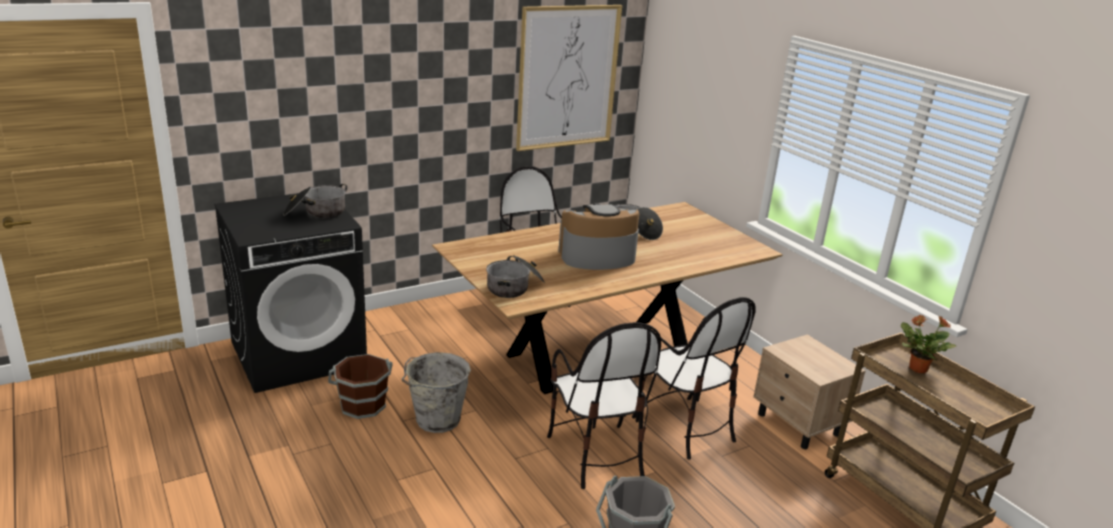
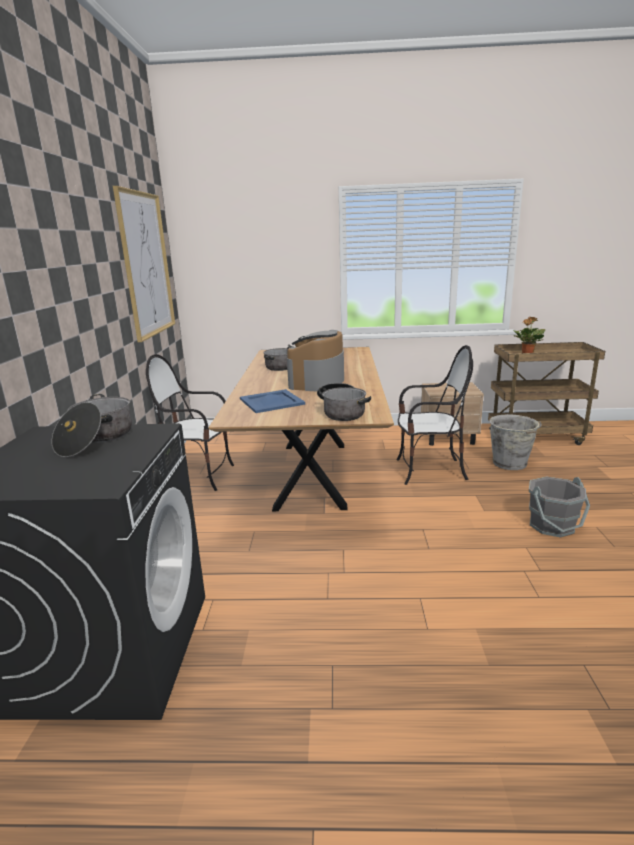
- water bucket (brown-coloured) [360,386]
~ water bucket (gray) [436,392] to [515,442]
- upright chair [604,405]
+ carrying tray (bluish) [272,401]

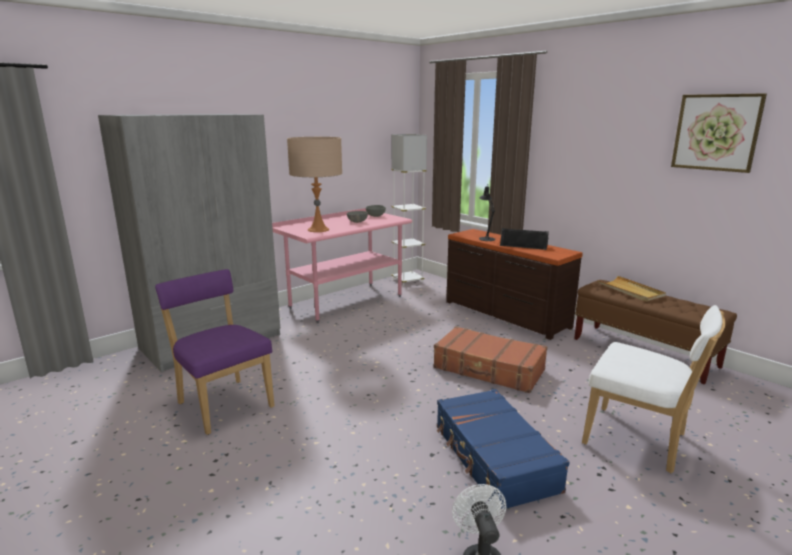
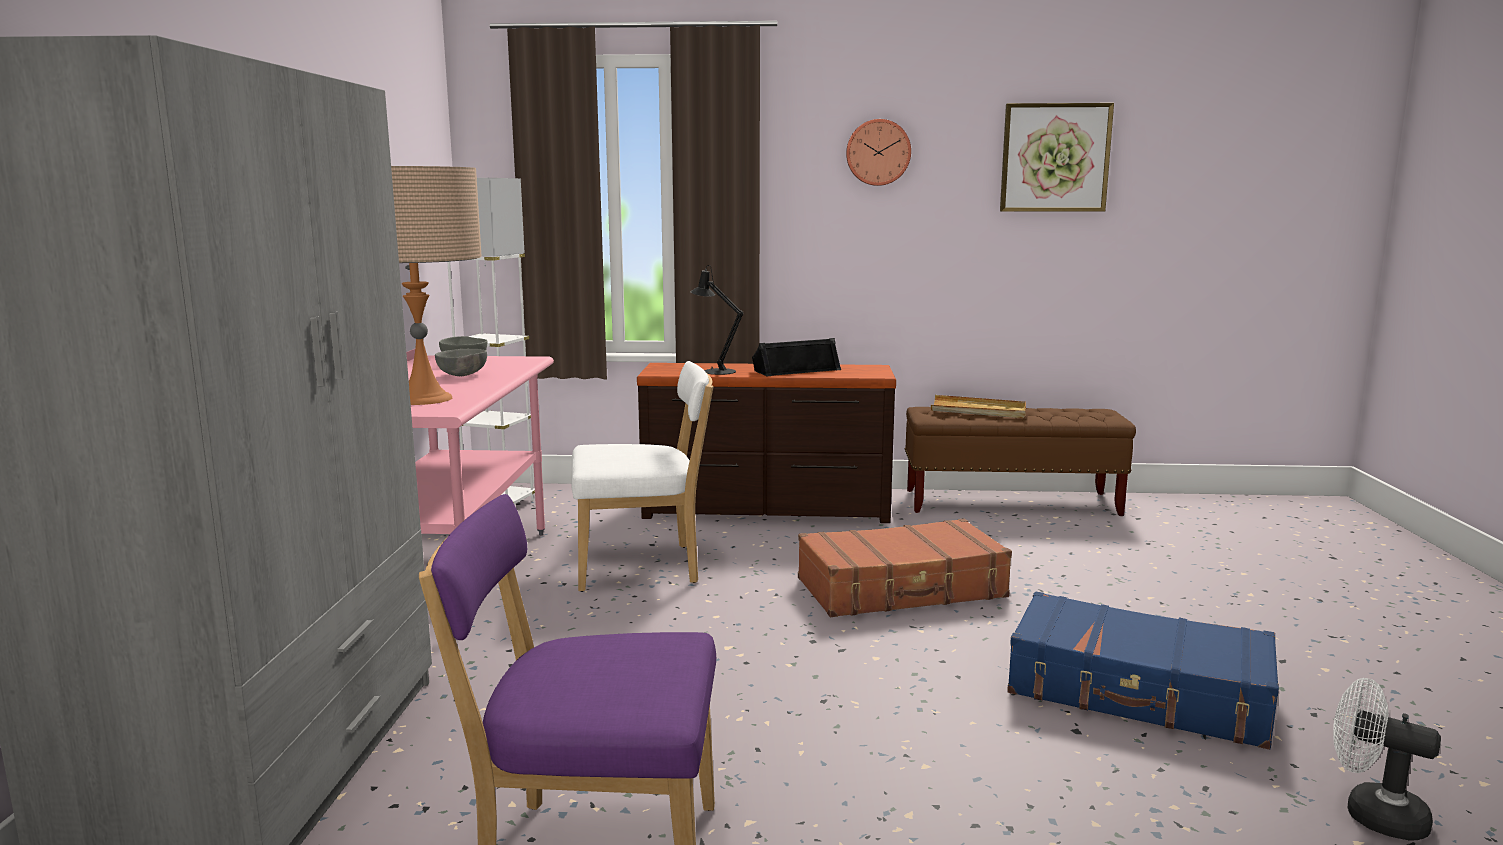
~ upright chair (white) [653,389] to [642,476]
+ hanging clock [878,152]

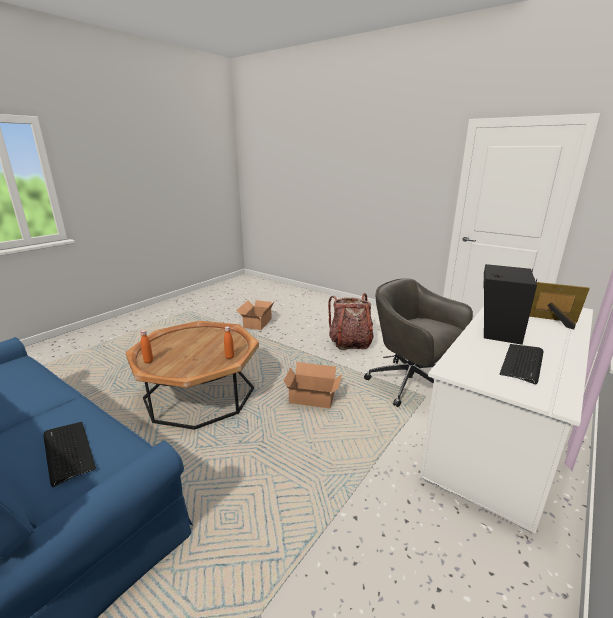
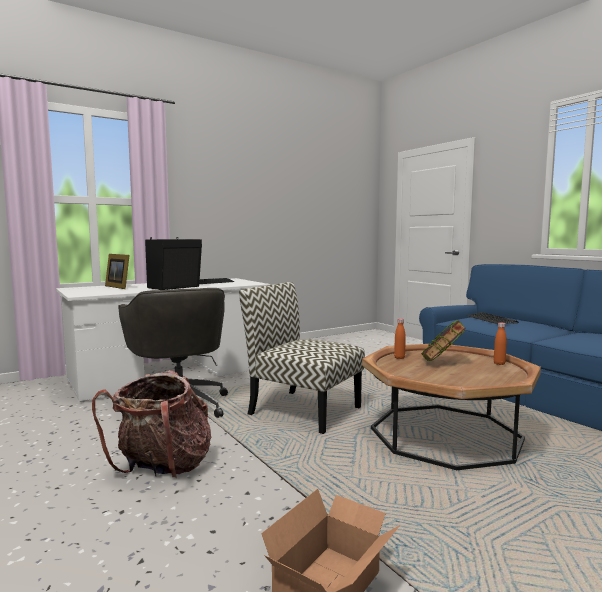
~ cardboard box [313,385] to upright chair [302,358]
+ bound book [443,341]

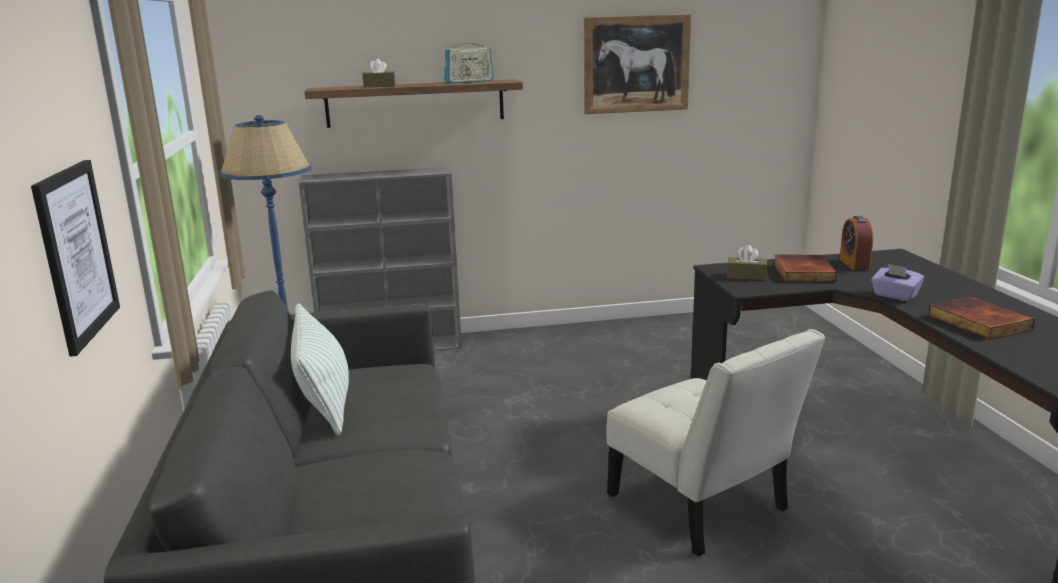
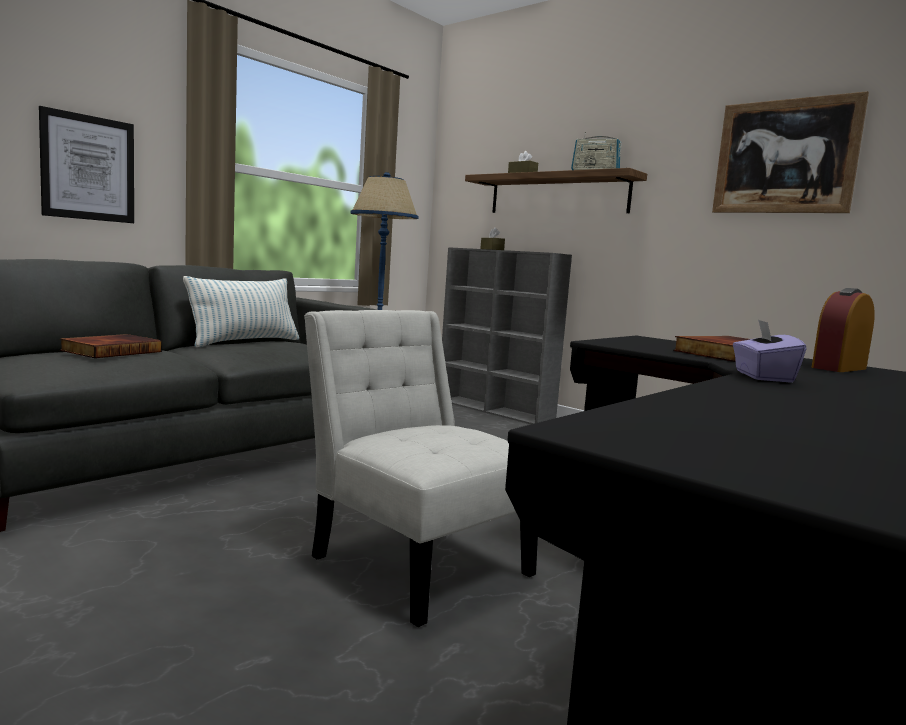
~ upright chair (white) [715,443] = [421,468] 120 degrees clockwise
~ box of tissues (brown-coloured) [747,262] to [492,238]
~ bound book [981,318] to [111,346]

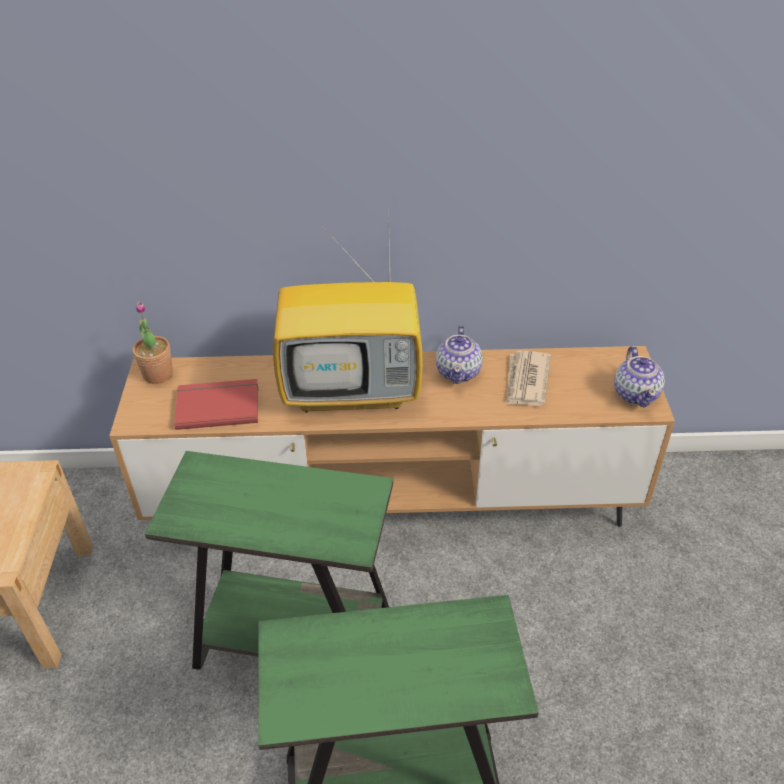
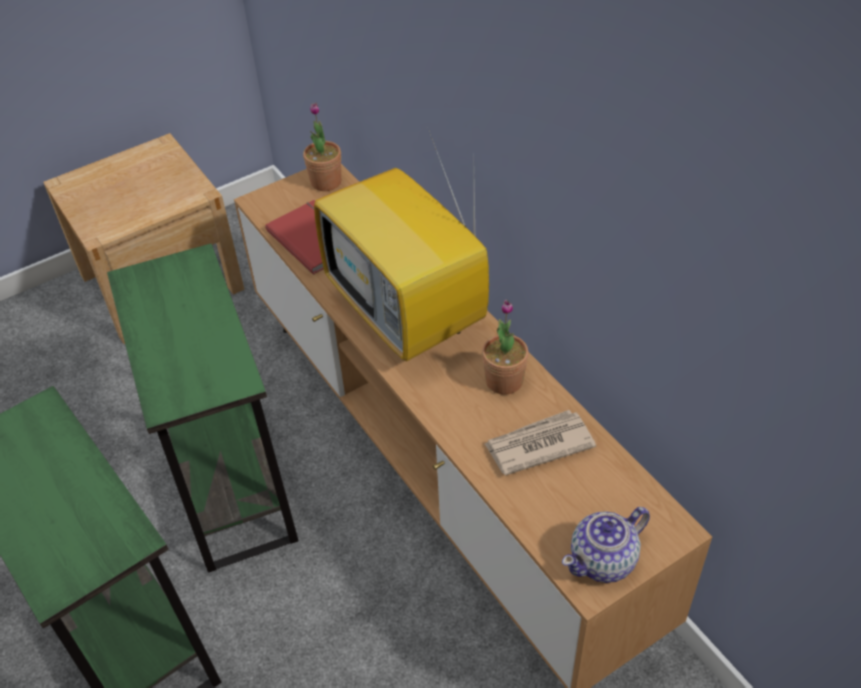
~ teapot [459,354] to houseplant [505,347]

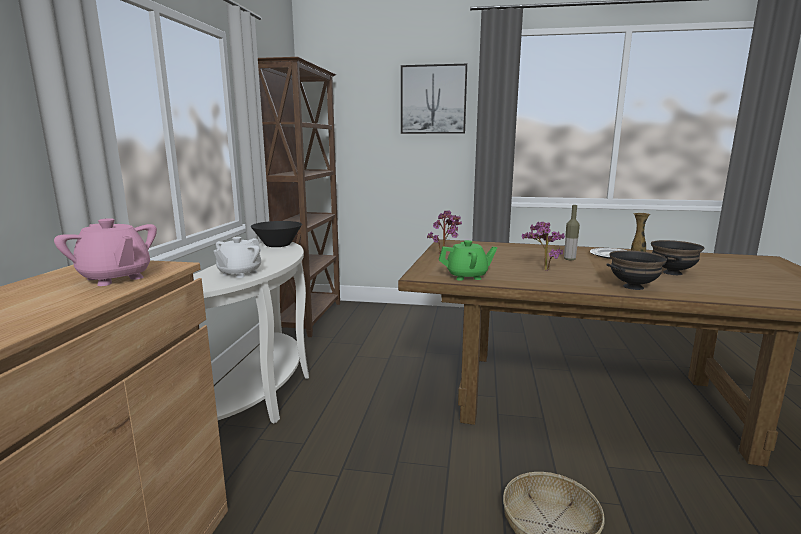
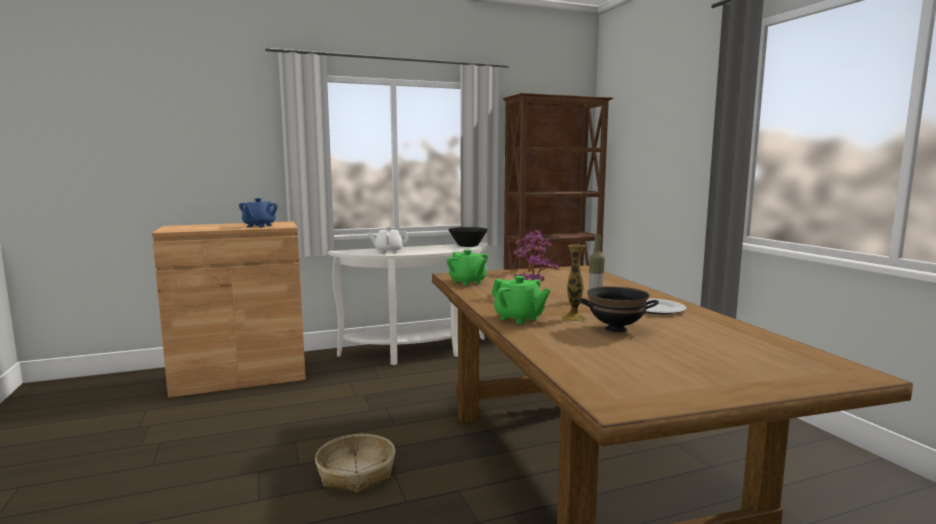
~ teapot (pink) [105,252] to teapot (bluish) [258,212]
- wall art [434,99]
~ serving bowl (black-coloured) [636,270] to teapot (green) [521,300]

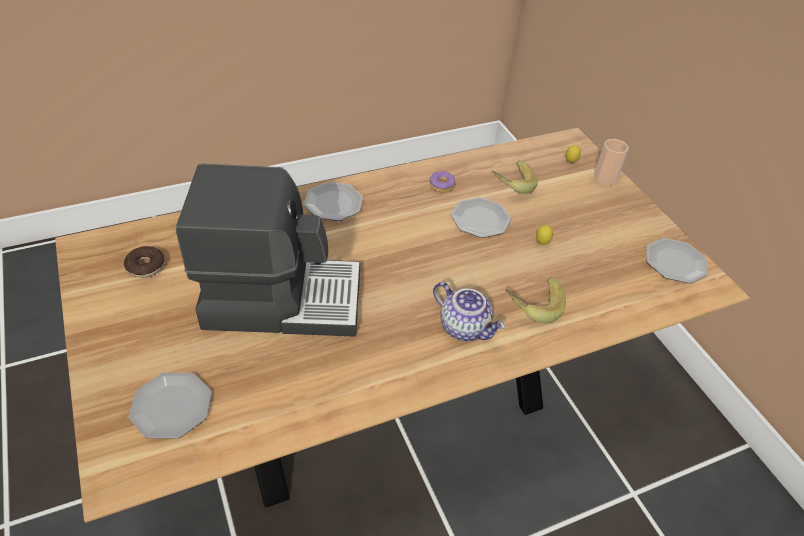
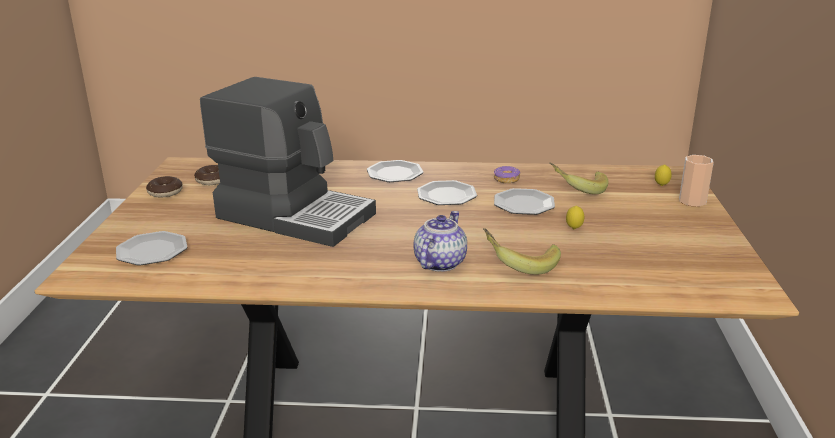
~ teapot [469,311] = [440,241] 135 degrees counterclockwise
~ plate [677,260] to [447,192]
+ donut [164,186]

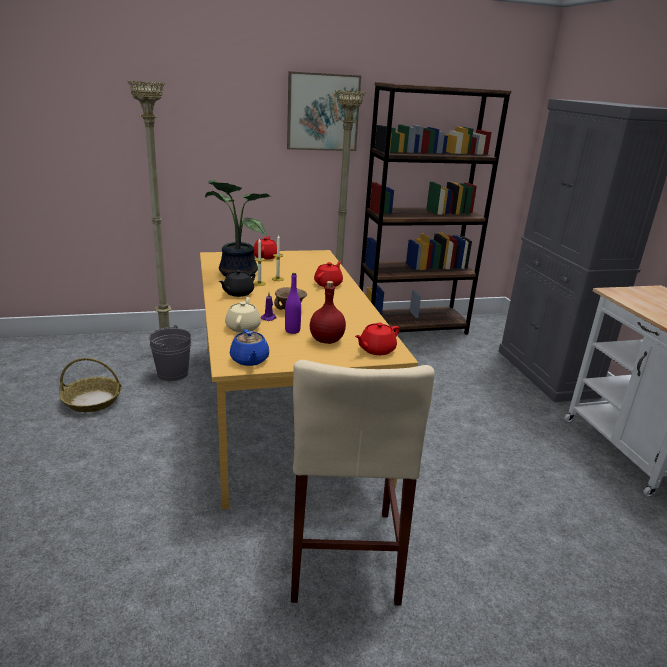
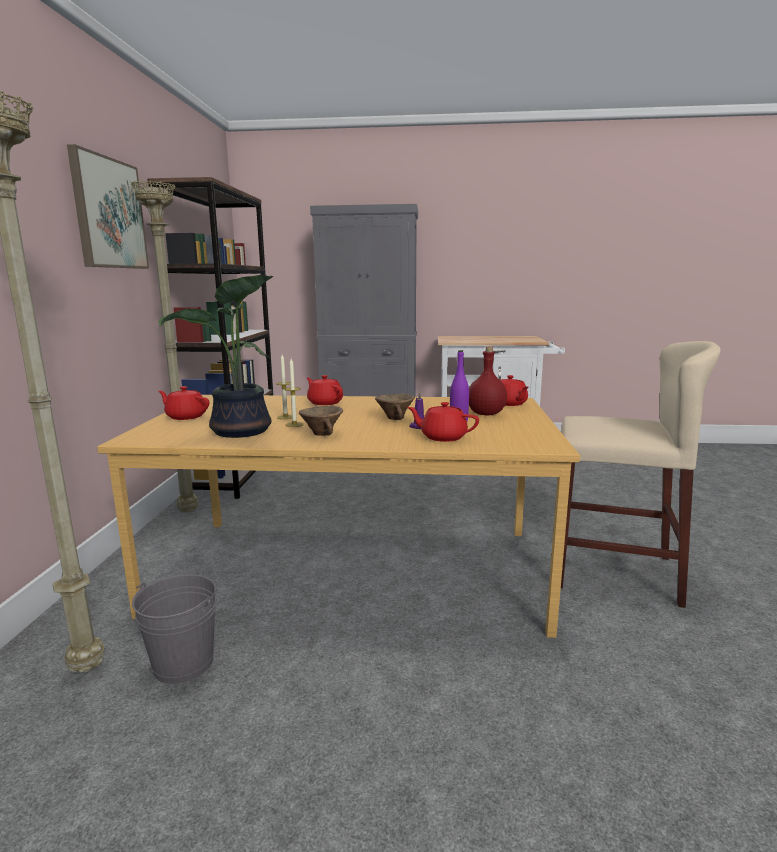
- household basket [90,385]
~ teapot (black-coloured) [237,283] to serving bowl (brown-coloured) [321,421]
~ teapot (beige) [243,315] to teapot (reddish) [443,422]
- teapot (bluish) [249,347]

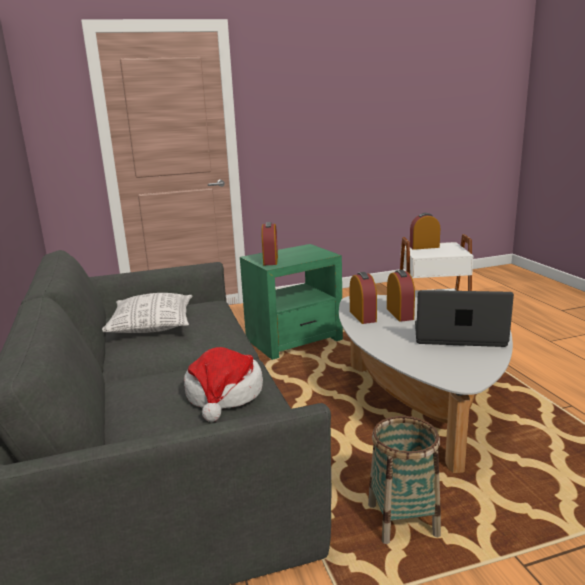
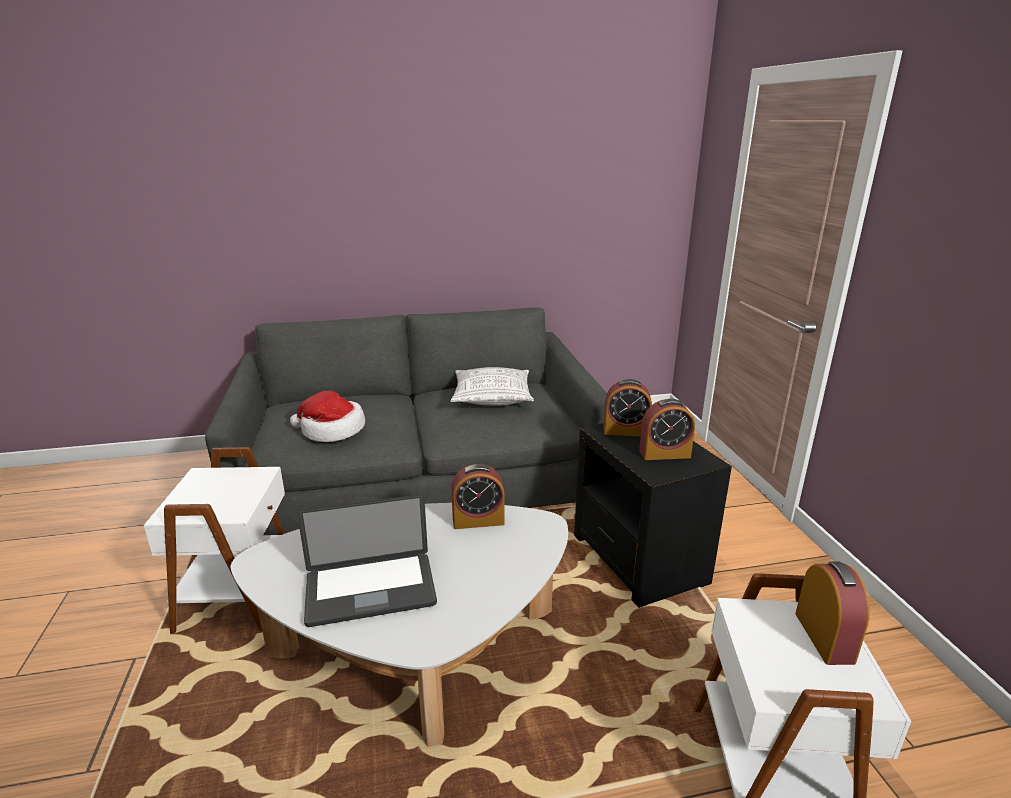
~ side table (green) [291,302] to side table (black-coloured) [653,515]
~ household basket [404,480] to side table (white) [214,540]
~ bedside clock [401,296] to [667,429]
~ notebook computer [464,318] = [367,560] 60 degrees clockwise

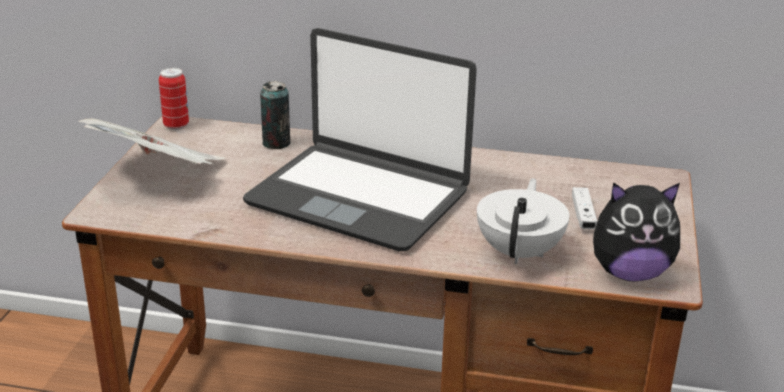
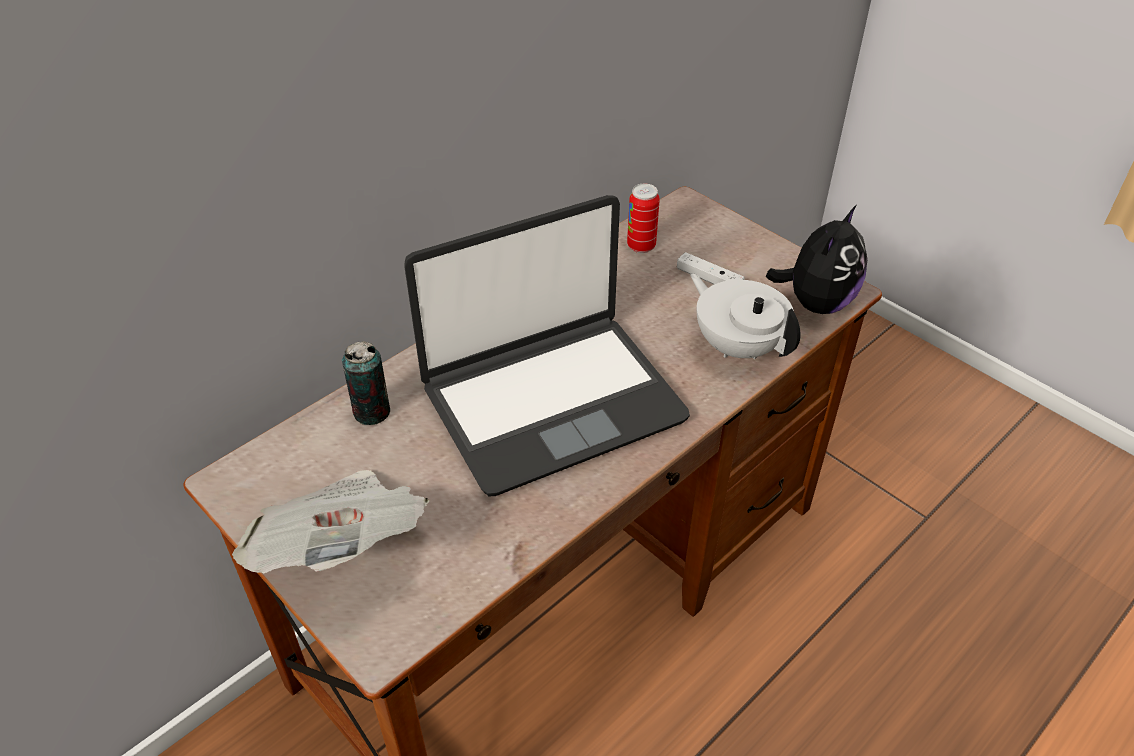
~ can [174,98] to [643,218]

